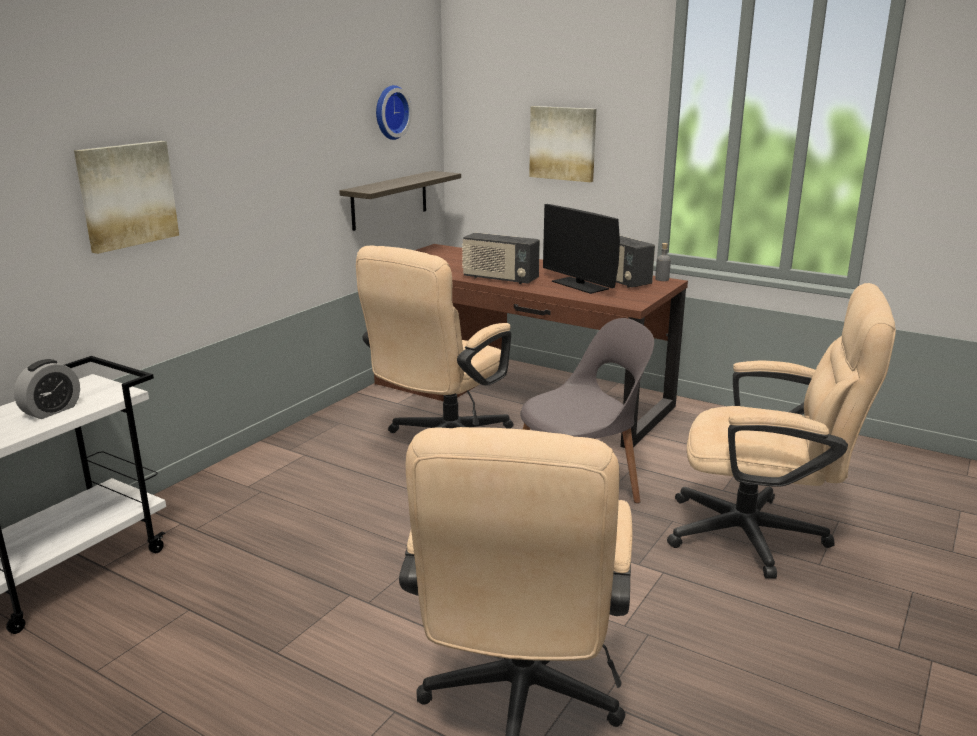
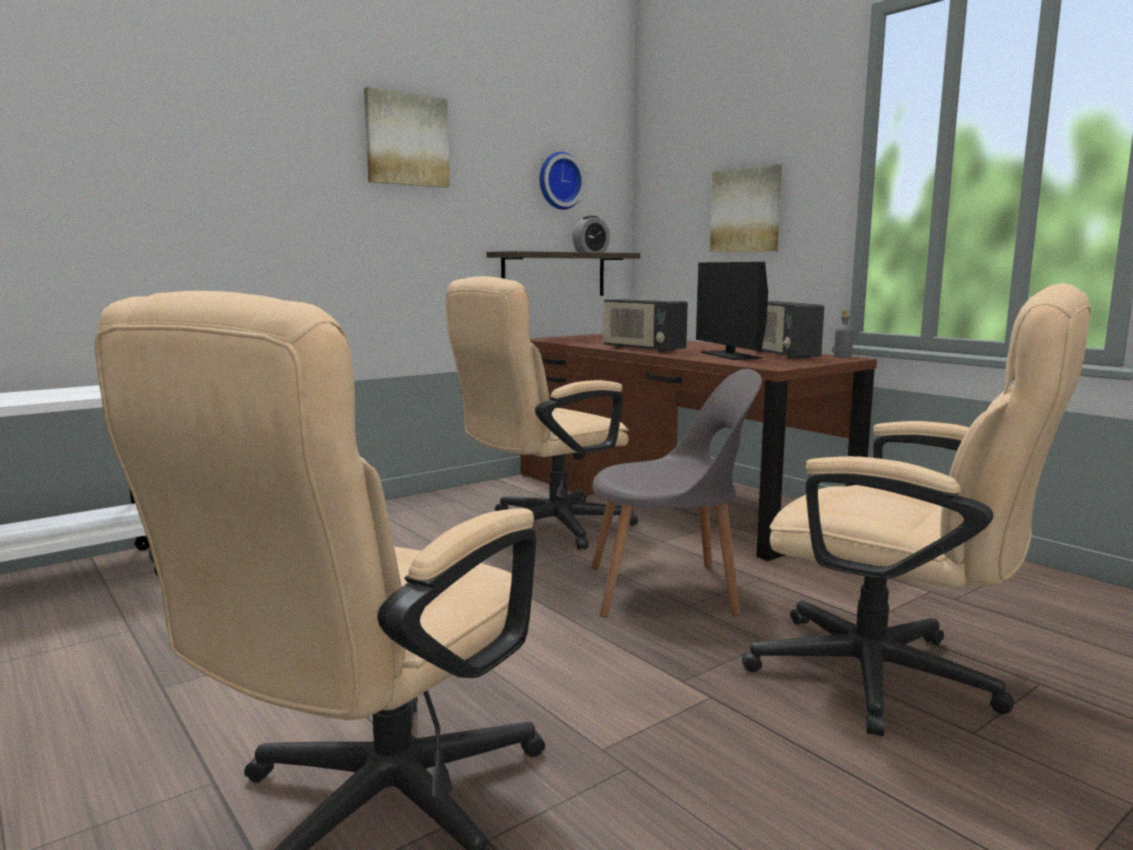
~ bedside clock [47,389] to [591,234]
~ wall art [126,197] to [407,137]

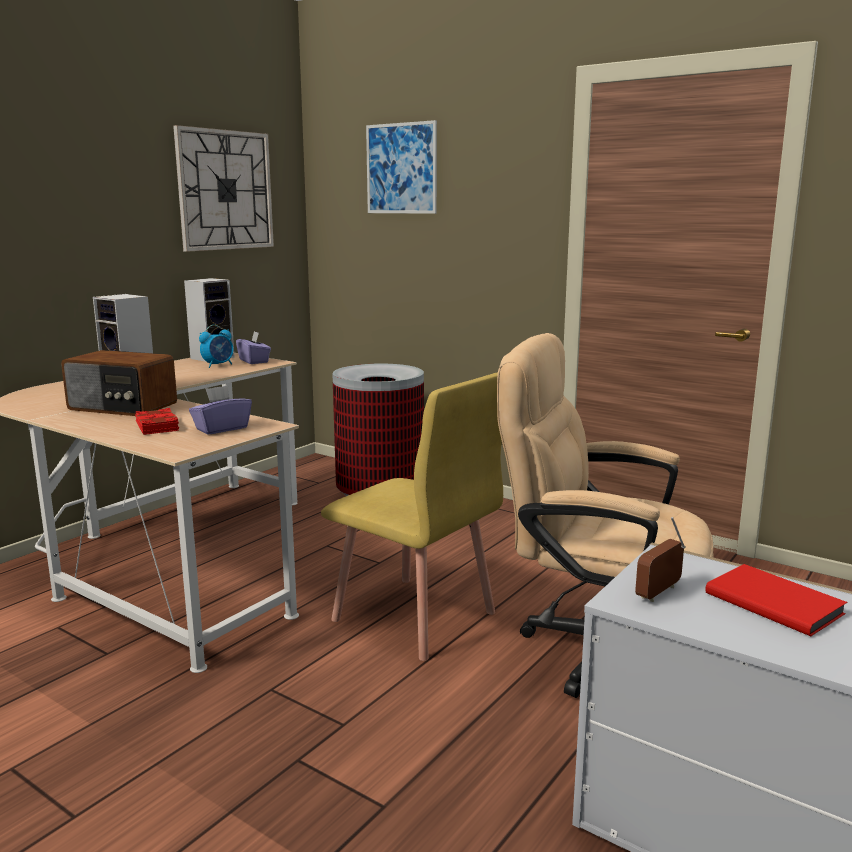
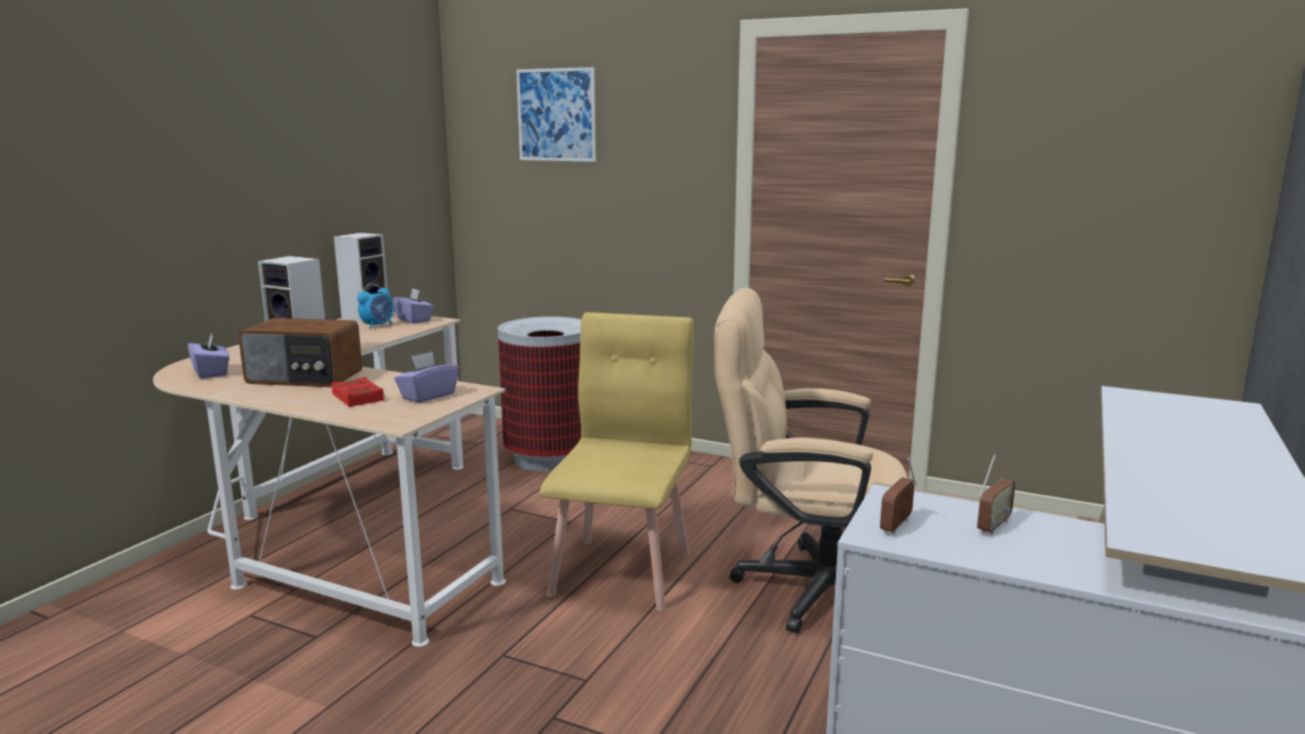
- hanging clock [223,188]
~ upright chair (yellow-coloured) [412,516] = [617,462] 105 degrees counterclockwise
~ bound book (reddish) [776,600] to radio set [996,494]
+ box of tissues (purple) [209,355]

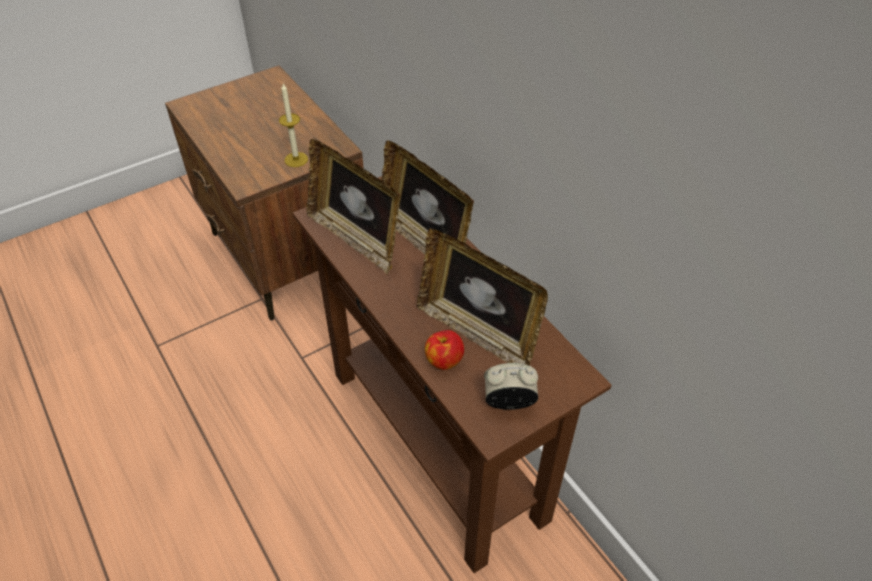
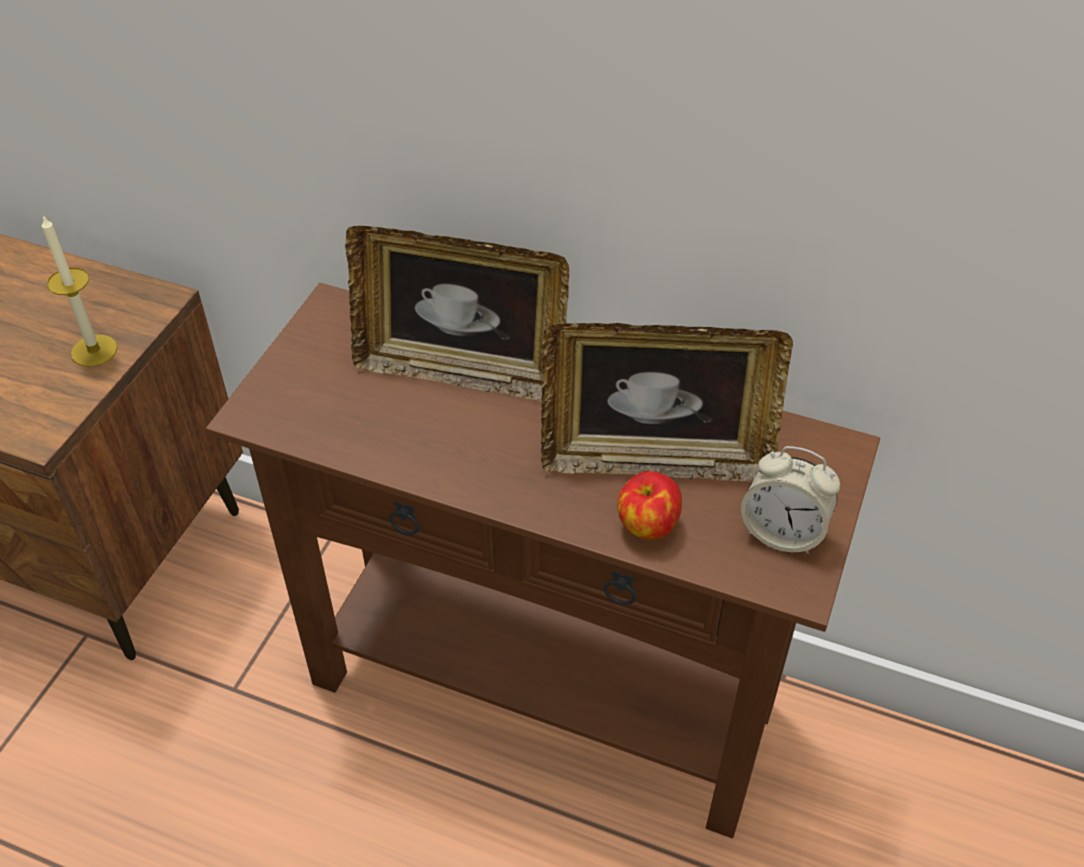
- standing frame [353,207]
~ bedside clock [511,386] = [790,500] 120 degrees counterclockwise

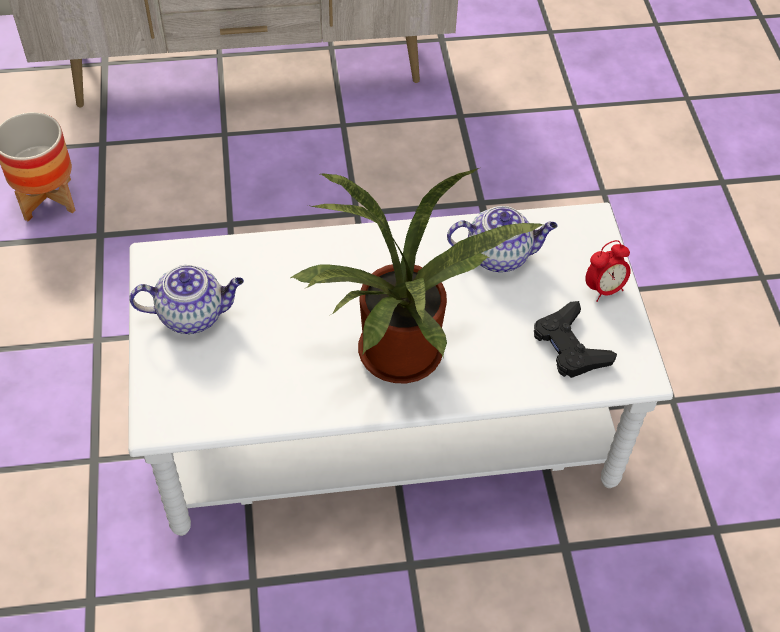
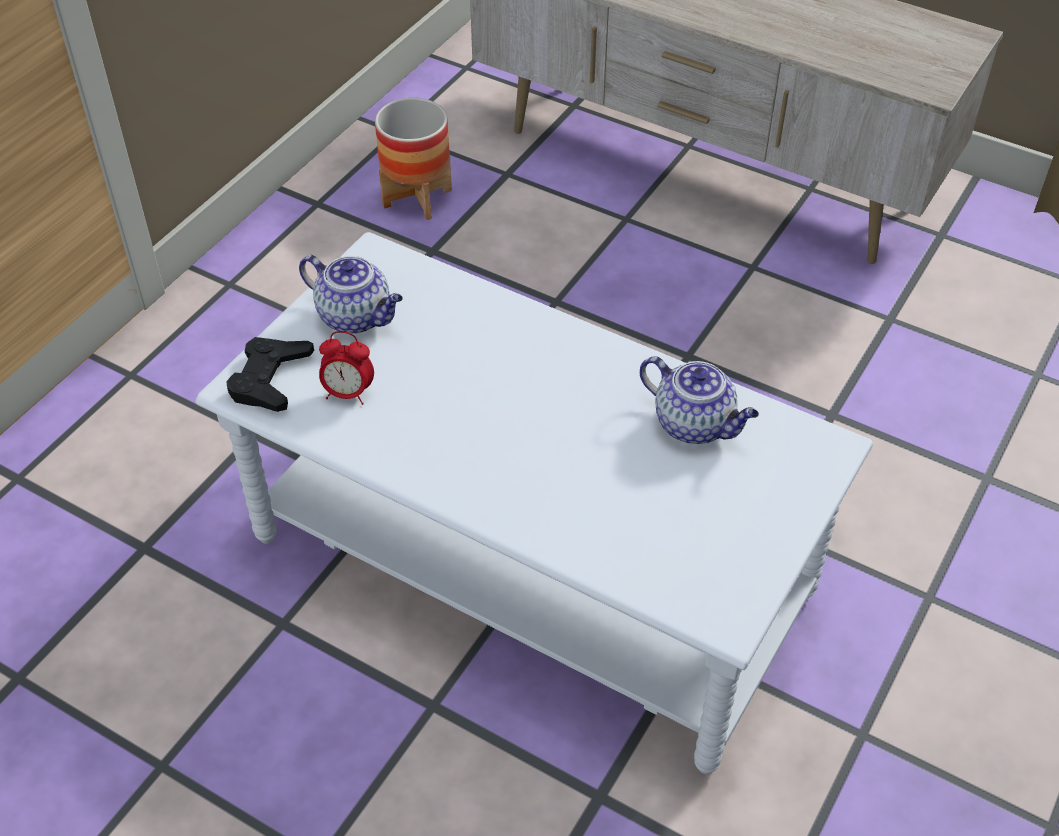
- houseplant [418,275]
~ joypad (black-coloured) [575,339] to [270,374]
~ bedside clock [608,271] to [346,368]

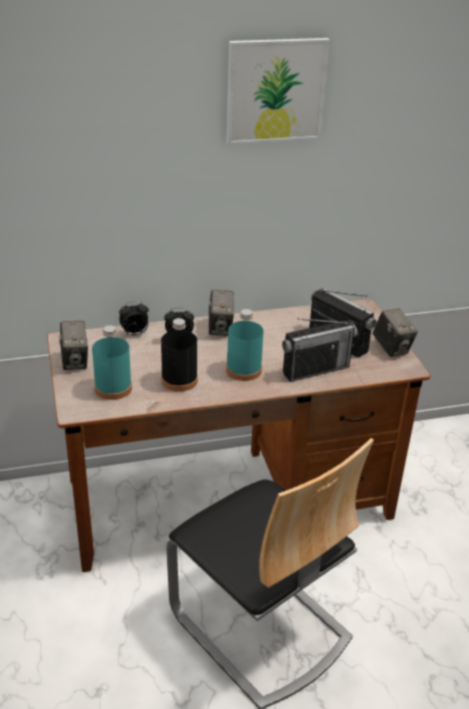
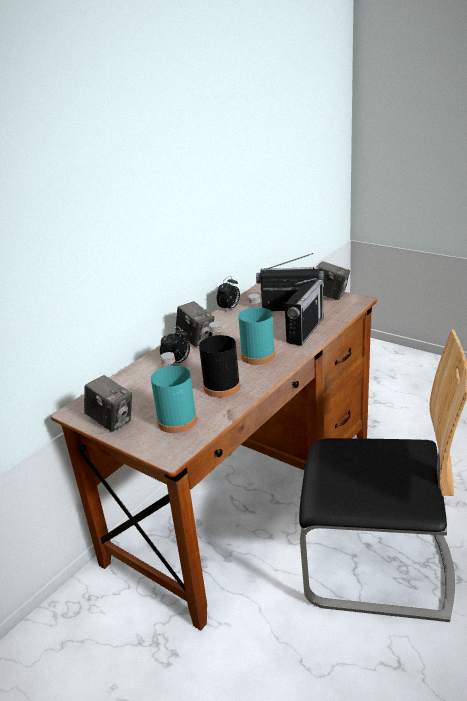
~ bedside clock [134,318] to [228,293]
- wall art [278,91]

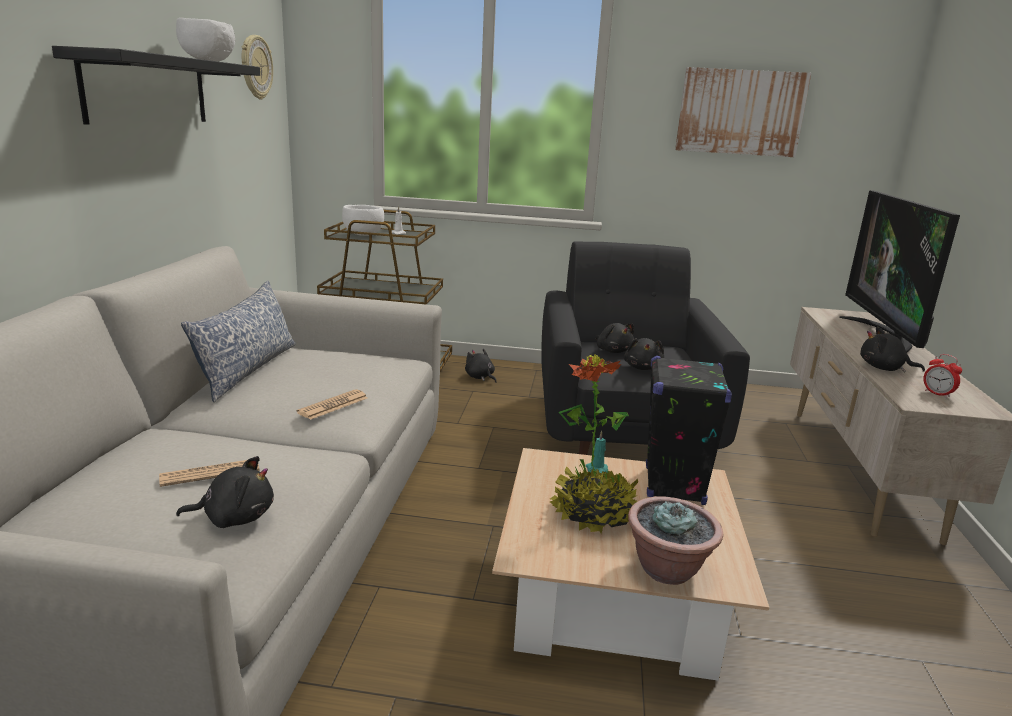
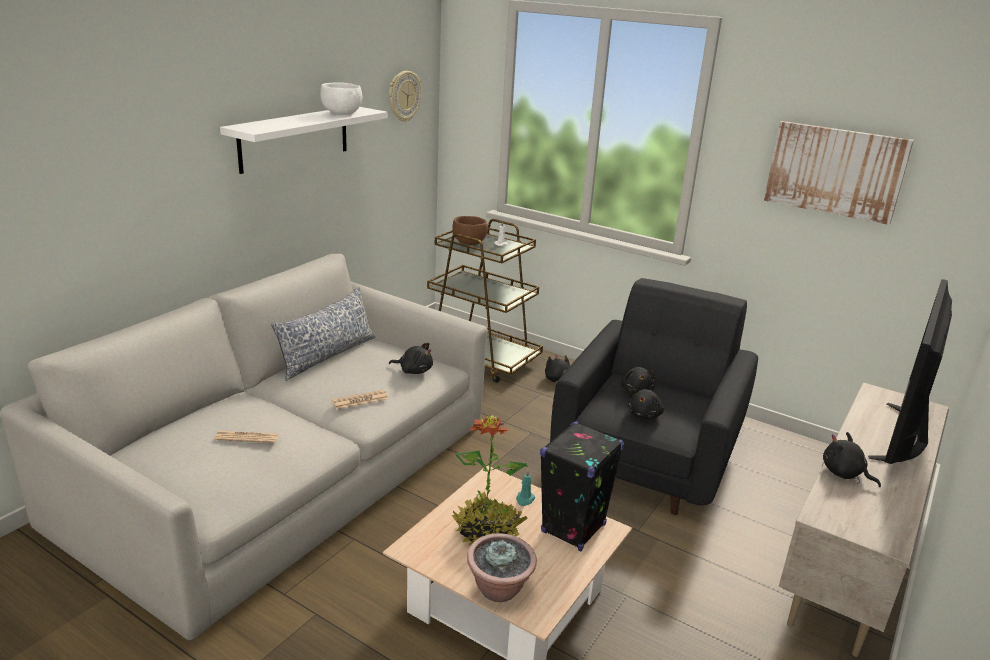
~ shelf (black-coloured) [156,85] to shelf (white) [303,140]
~ cuddly toy (black-coloured) [225,492] to [411,358]
~ serving bowl (white) [363,220] to serving bowl (brown-coloured) [470,230]
- bedside clock [942,376]

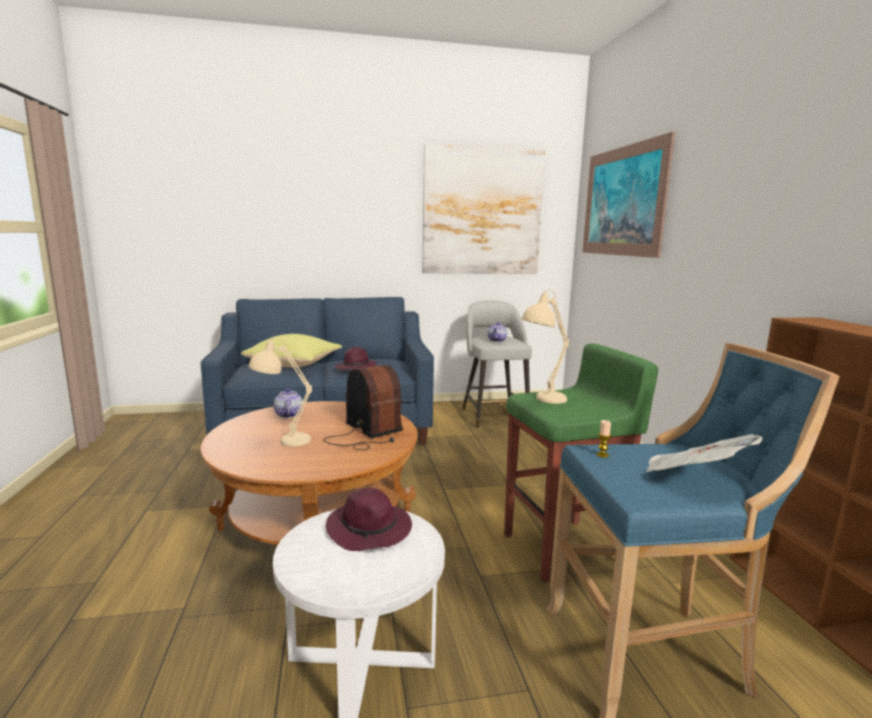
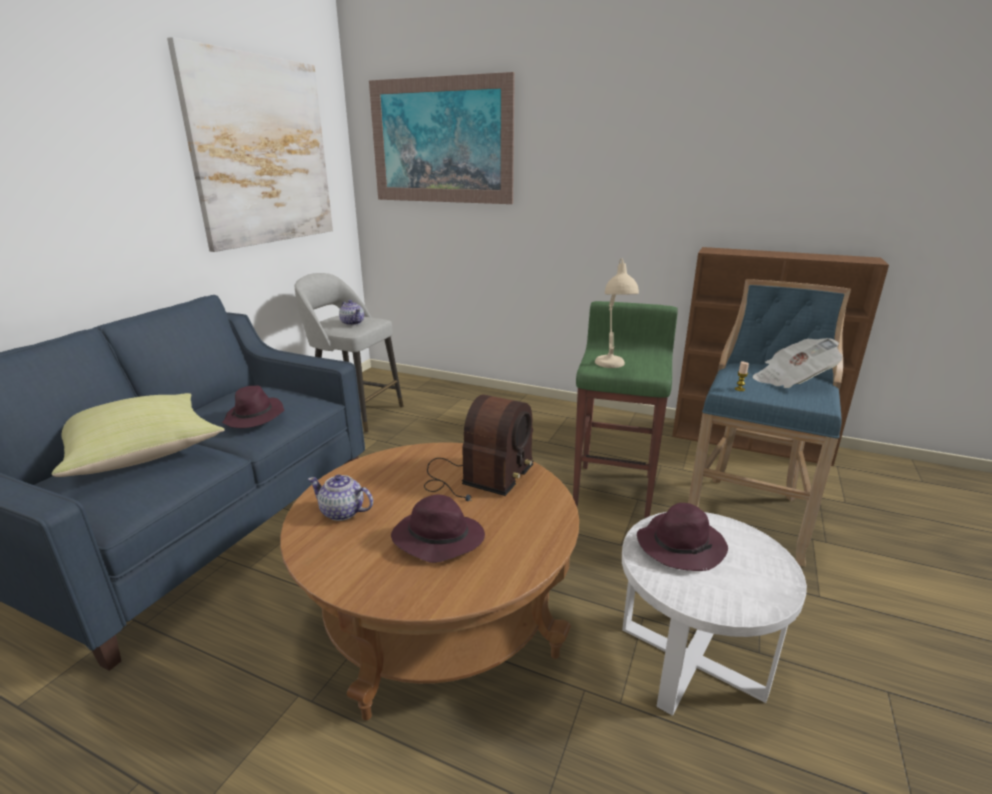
~ lamp for a table (beige) [280,392] to hat (purple) [438,529]
~ radio set [363,407] = [479,447] 120 degrees clockwise

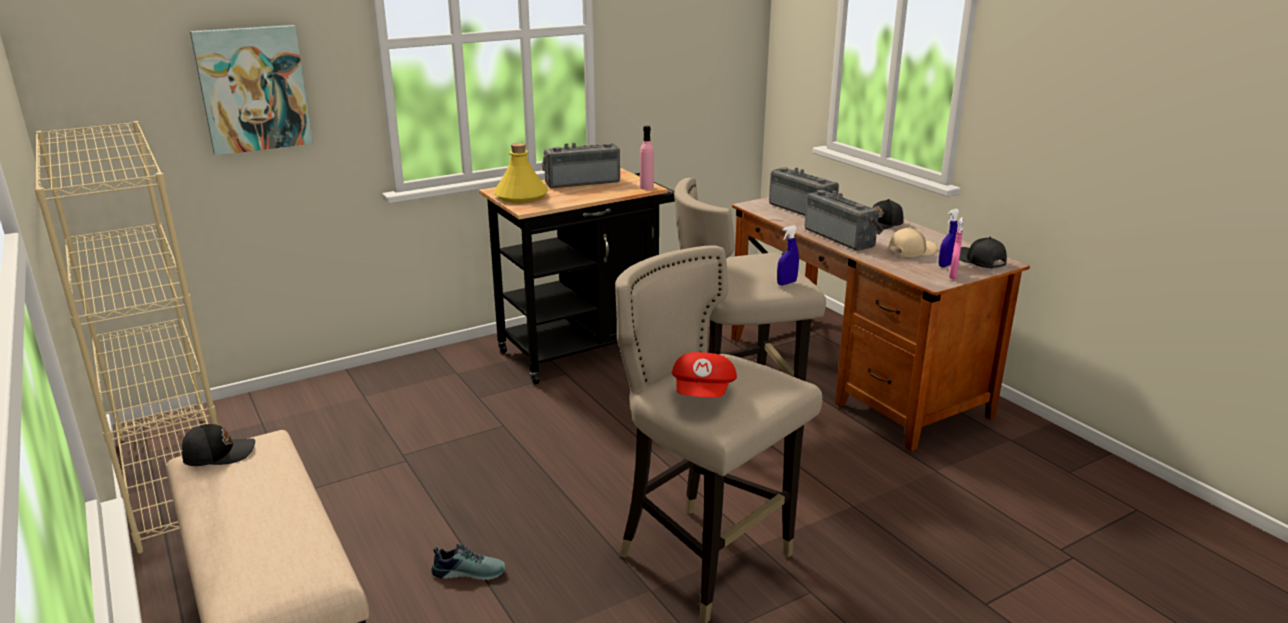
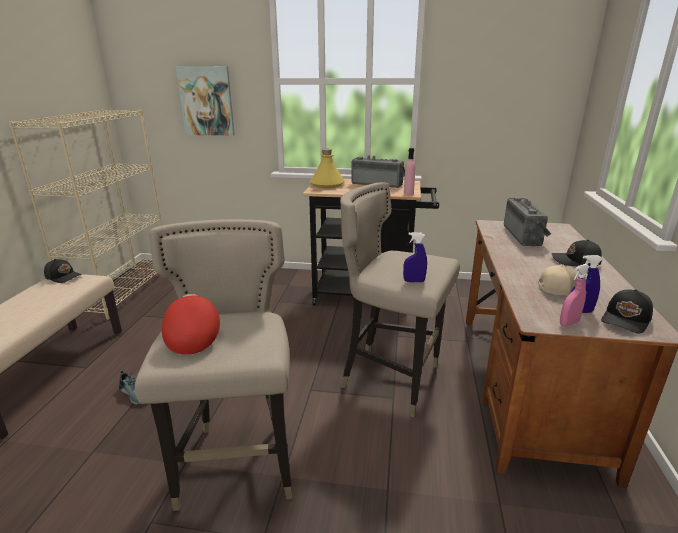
~ peaked cap (reddish) [704,374] = [191,324] 120 degrees clockwise
- radio set [844,220]
~ peaked cap (black-coloured) [983,252] = [627,311] 150 degrees counterclockwise

